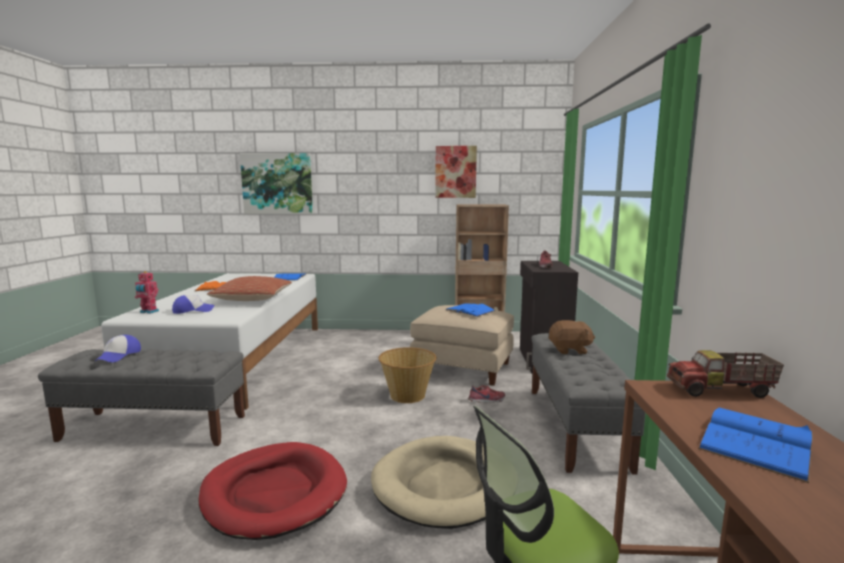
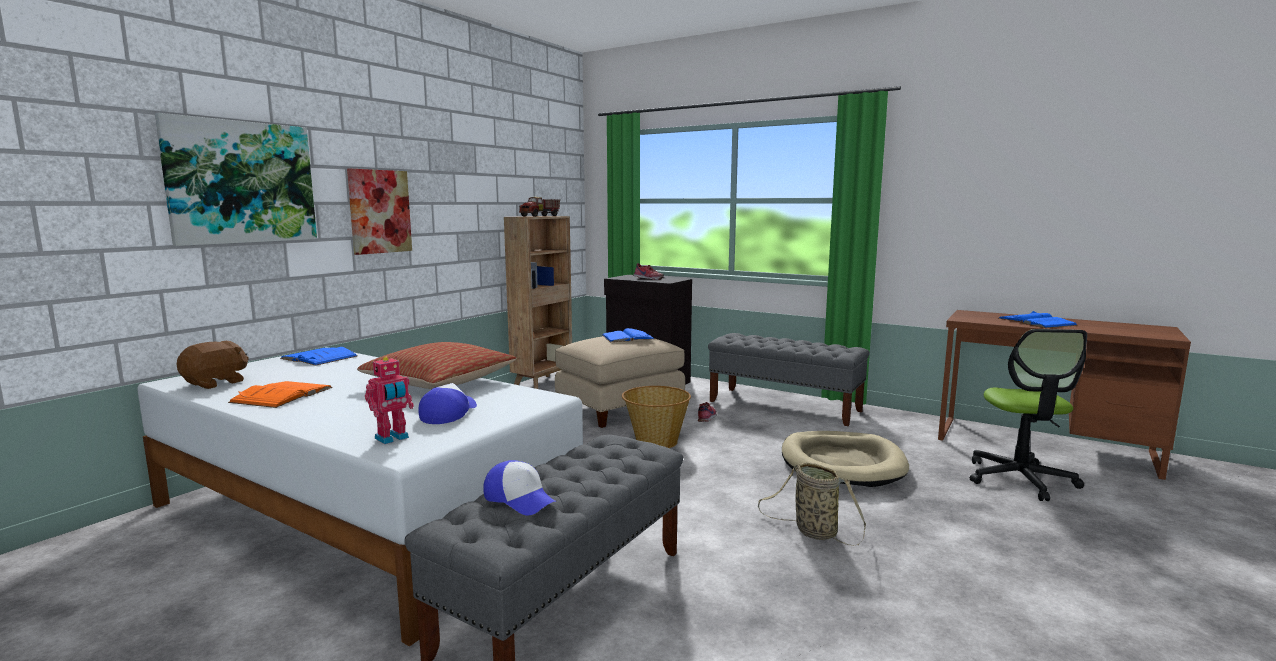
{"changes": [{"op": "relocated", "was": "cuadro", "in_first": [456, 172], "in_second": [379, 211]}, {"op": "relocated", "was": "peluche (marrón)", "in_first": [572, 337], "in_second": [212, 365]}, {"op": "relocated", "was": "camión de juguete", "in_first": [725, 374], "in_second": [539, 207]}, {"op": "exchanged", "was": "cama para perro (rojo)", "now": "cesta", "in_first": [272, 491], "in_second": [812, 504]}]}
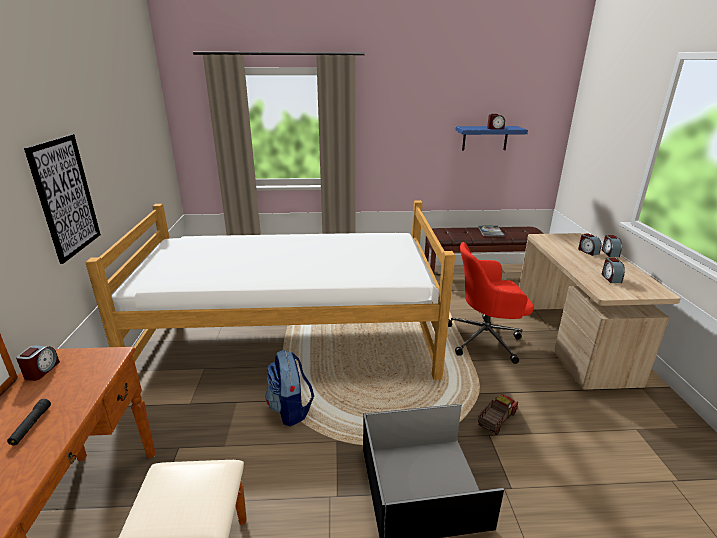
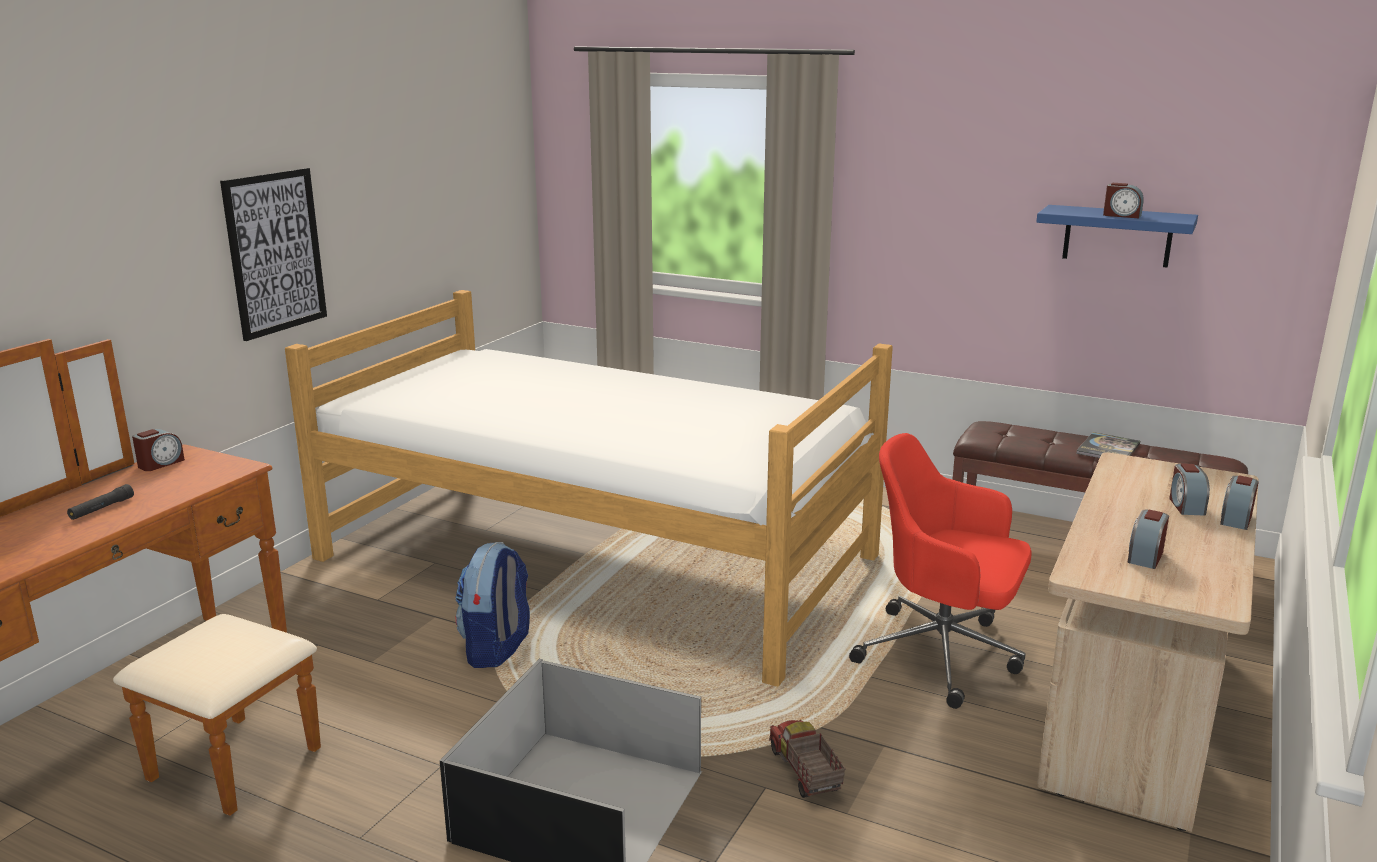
{"changes": [{"op": "spun", "was": "camión de juguete", "in_first": [498, 414], "in_second": [807, 759], "clockwise": -90}]}
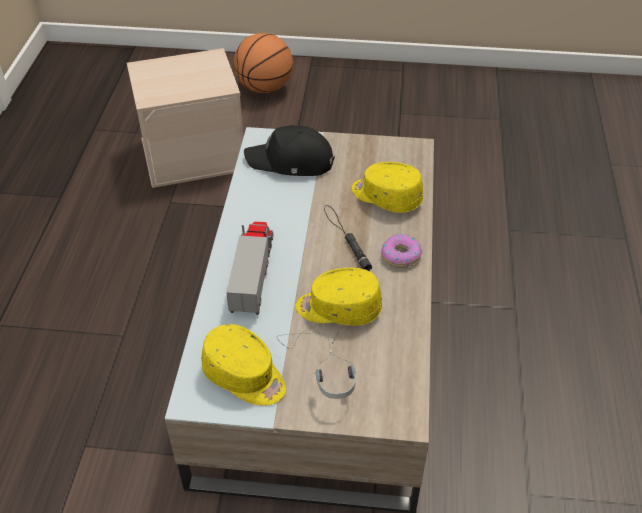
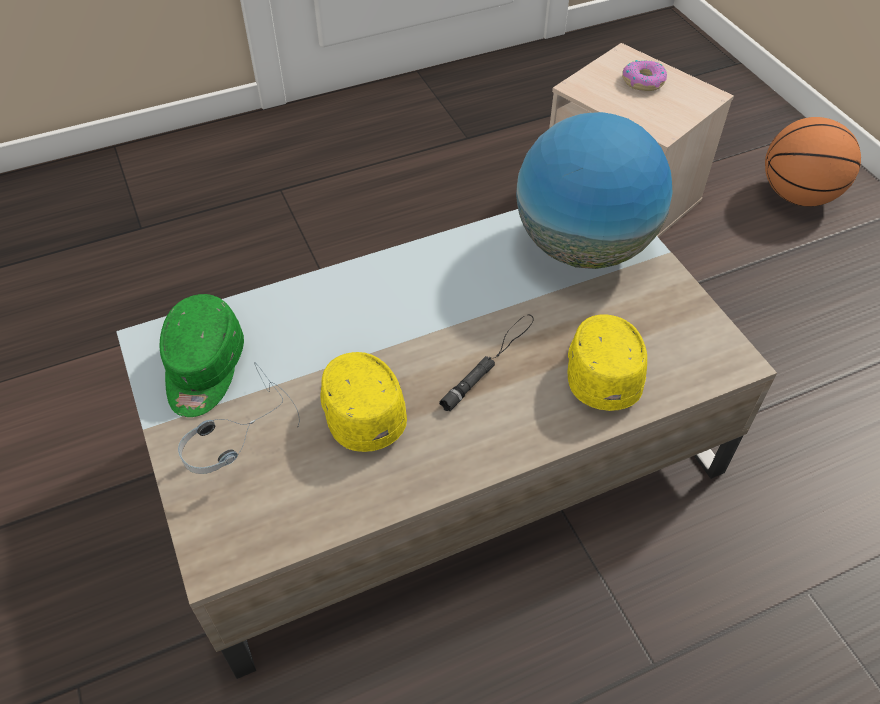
{"changes": [{"op": "exchanged", "was": "gorra (negro)", "now": "globo terráqueo", "in_first": [289, 150], "in_second": [594, 190]}, {"op": "missing", "was": "camión de juguete", "in_first": [249, 268]}, {"op": "relocated", "was": "rosquilla", "in_first": [402, 251], "in_second": [644, 75]}, {"op": "colour", "was": "gorra (amarillo)", "now": "gorra (verde)", "in_first": [243, 365], "in_second": [201, 355]}]}
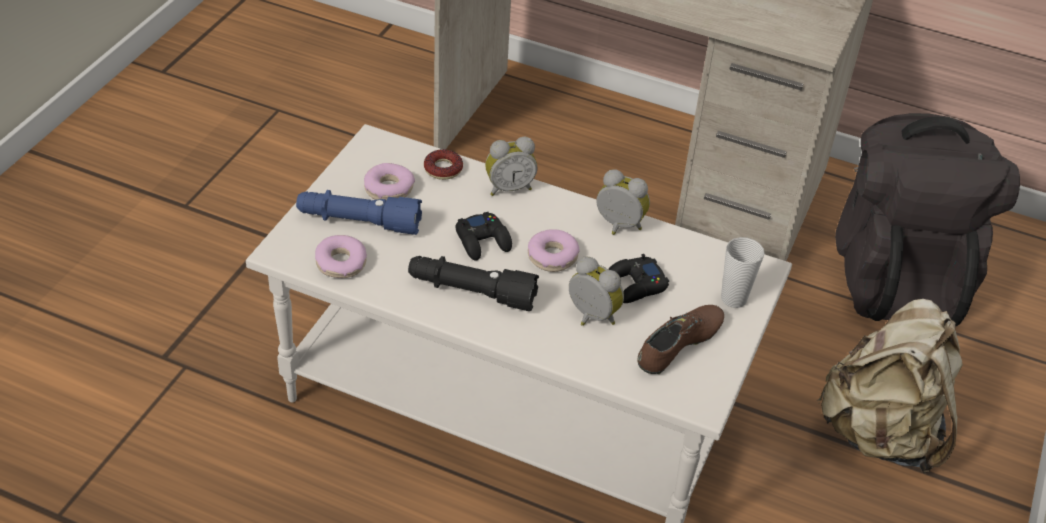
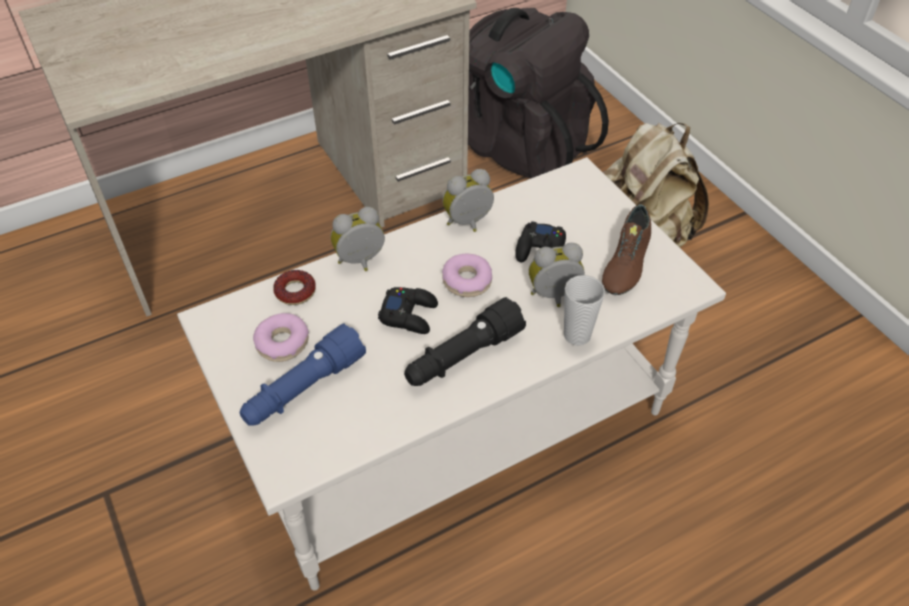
{"changes": [{"op": "spun", "was": "despertador", "in_first": [511, 166], "in_second": [358, 239], "clockwise": -135}, {"op": "missing", "was": "rosquilla", "in_first": [341, 256]}, {"op": "relocated", "was": "taza", "in_first": [743, 272], "in_second": [584, 310]}, {"op": "spun", "was": "zapato (marrón)", "in_first": [681, 339], "in_second": [626, 249], "clockwise": -150}]}
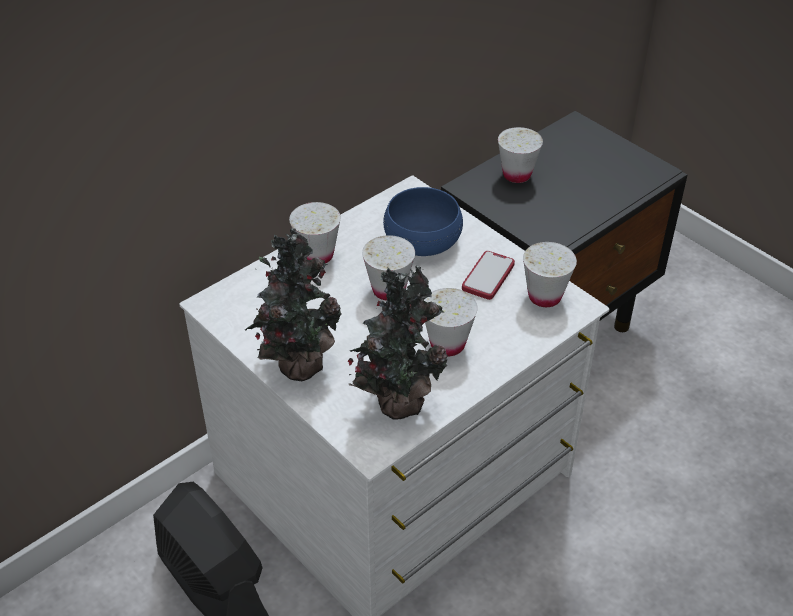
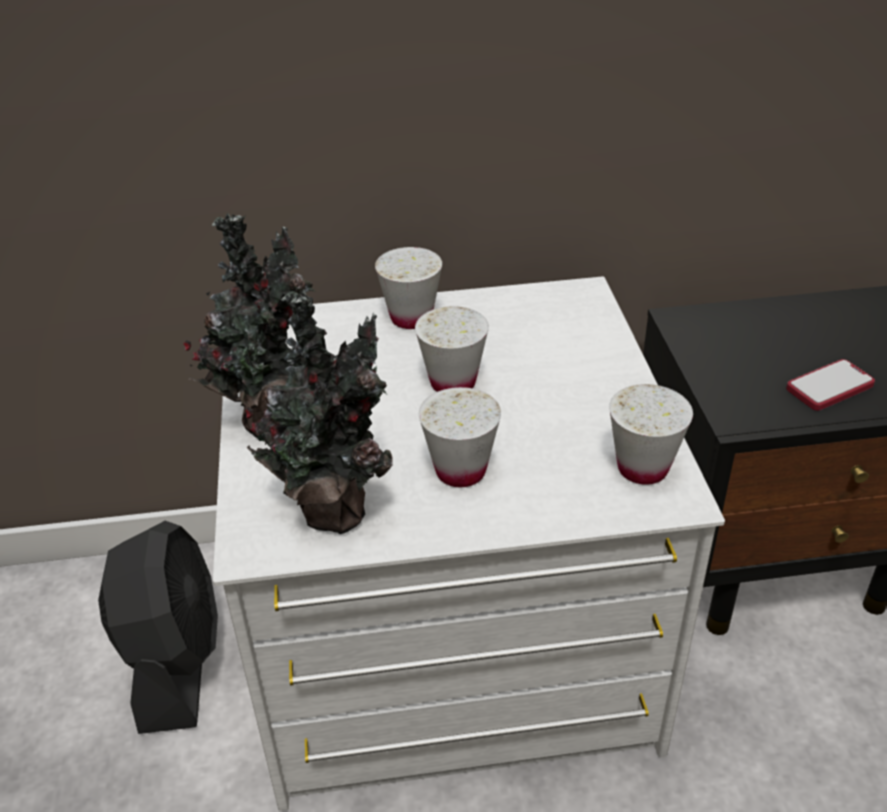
{"changes": [{"op": "missing", "was": "taza (blanco)", "in_first": [520, 155]}, {"op": "missing", "was": "cuenco (azul)", "in_first": [423, 221]}, {"op": "relocated", "was": "móvil", "in_first": [488, 275], "in_second": [830, 385]}]}
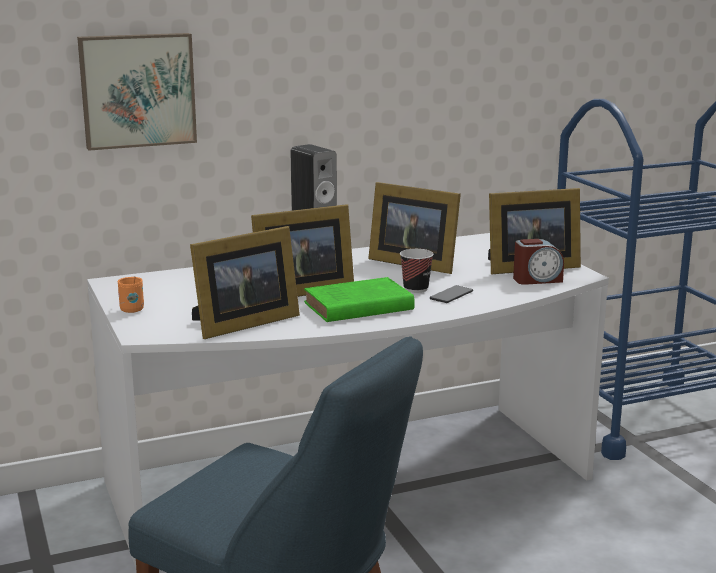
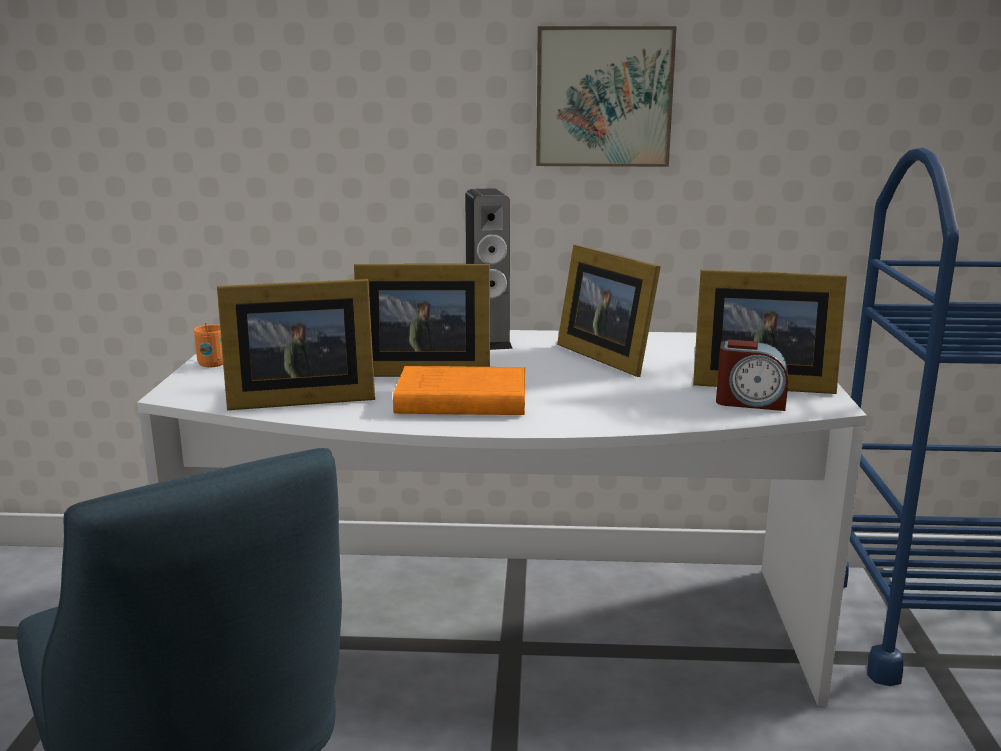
{"changes": [{"op": "relocated", "was": "cuadro", "in_first": [137, 91], "in_second": [606, 96]}, {"op": "missing", "was": "taza", "in_first": [417, 271]}, {"op": "colour", "was": "libro (verde)", "now": "libro (naranja)", "in_first": [359, 299], "in_second": [459, 390]}, {"op": "missing", "was": "móvil", "in_first": [451, 294]}]}
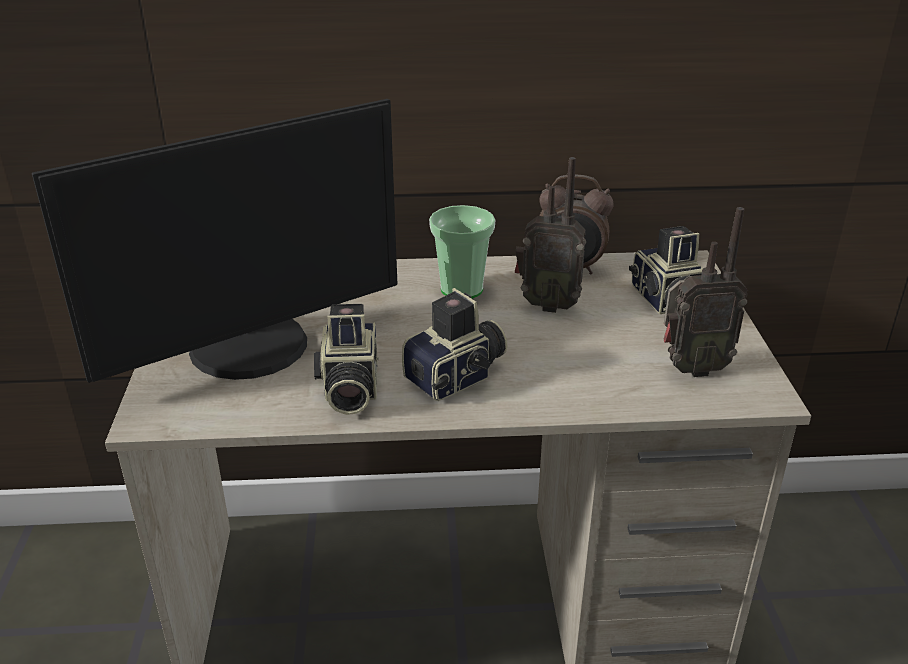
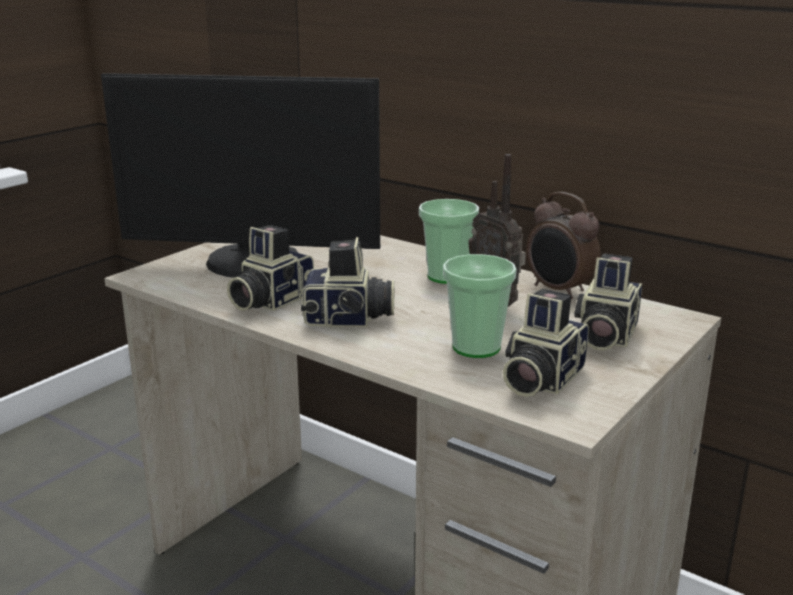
{"changes": [{"op": "exchanged", "was": "radio", "now": "cámara", "in_first": [706, 292], "in_second": [546, 343]}, {"op": "appeared", "now": "taza", "in_second": [480, 306]}]}
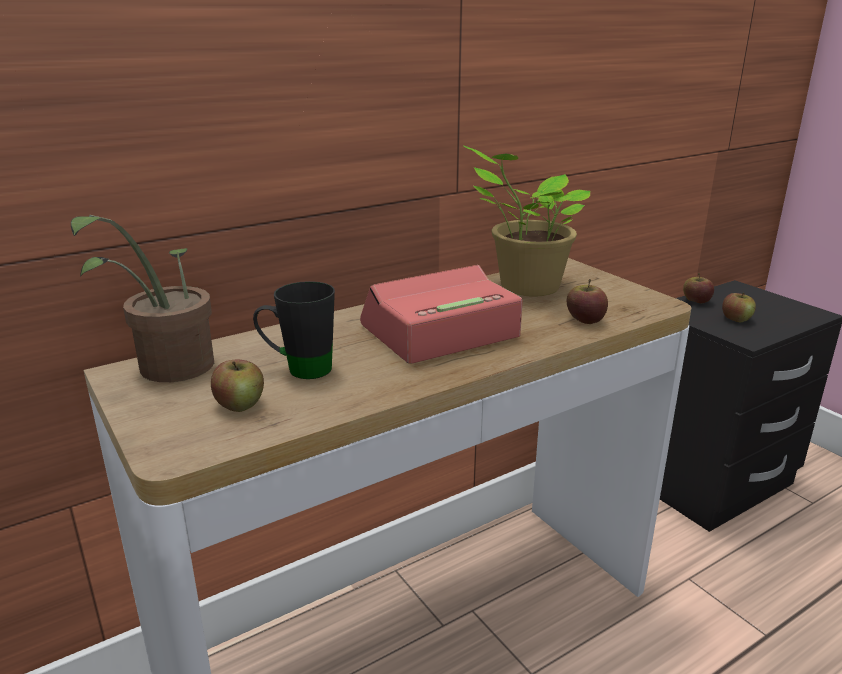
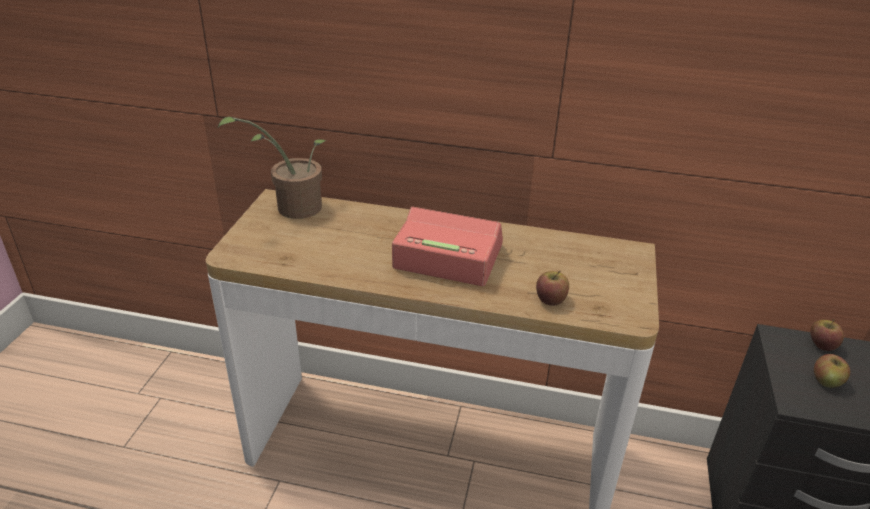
{"changes": [{"op": "missing", "was": "planta en maceta", "in_first": [527, 221]}, {"op": "missing", "was": "taza grande (negro)", "in_first": [294, 330]}, {"op": "missing", "was": "manzana", "in_first": [237, 386]}]}
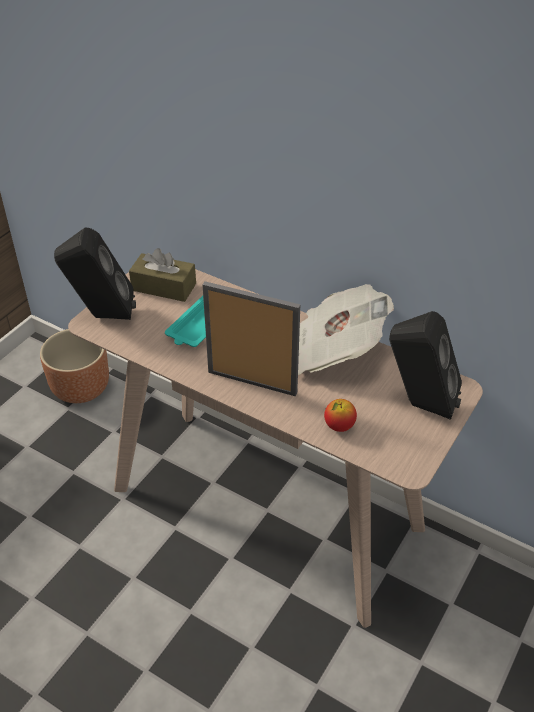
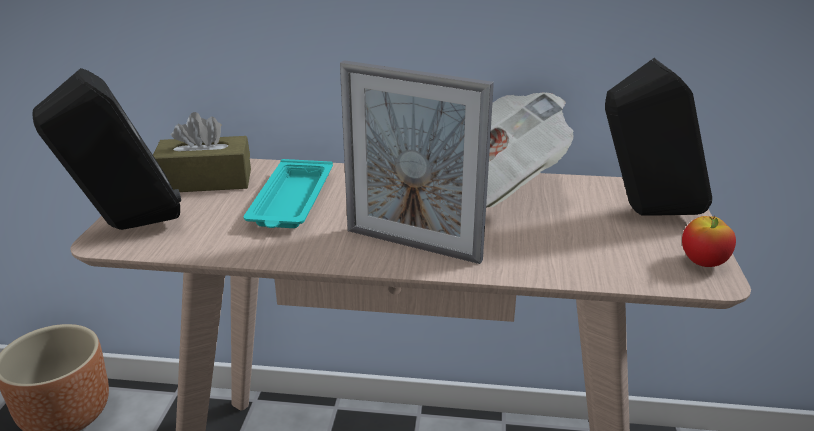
{"changes": [{"op": "spun", "was": "portarretratos", "in_first": [251, 339], "in_second": [417, 162], "clockwise": -150}, {"op": "relocated", "was": "manzana", "in_first": [340, 415], "in_second": [709, 241]}]}
